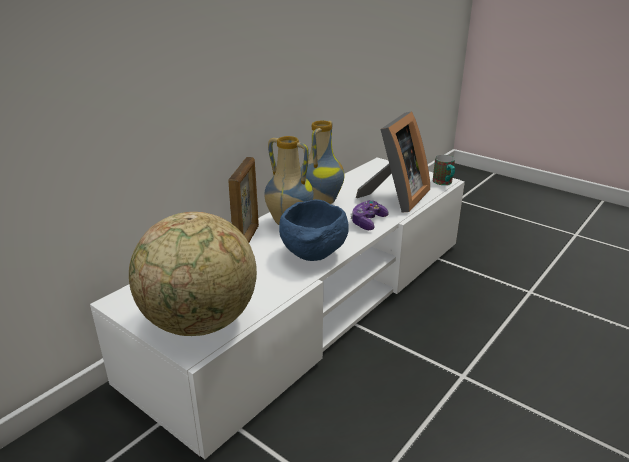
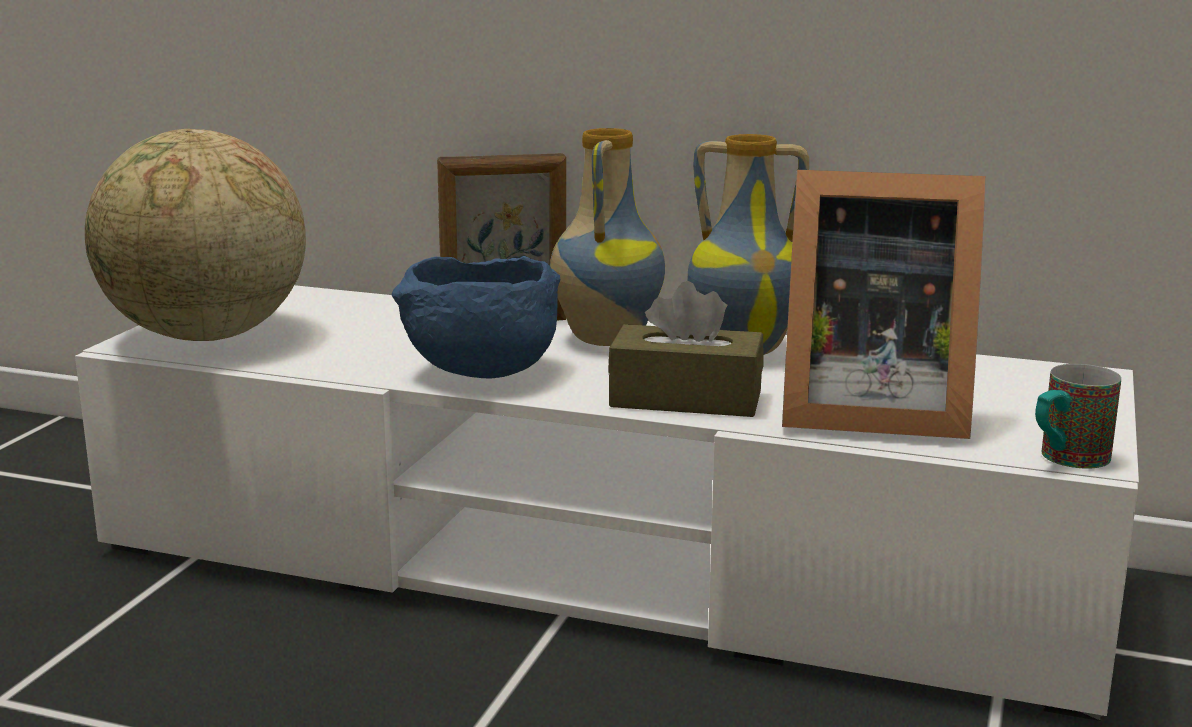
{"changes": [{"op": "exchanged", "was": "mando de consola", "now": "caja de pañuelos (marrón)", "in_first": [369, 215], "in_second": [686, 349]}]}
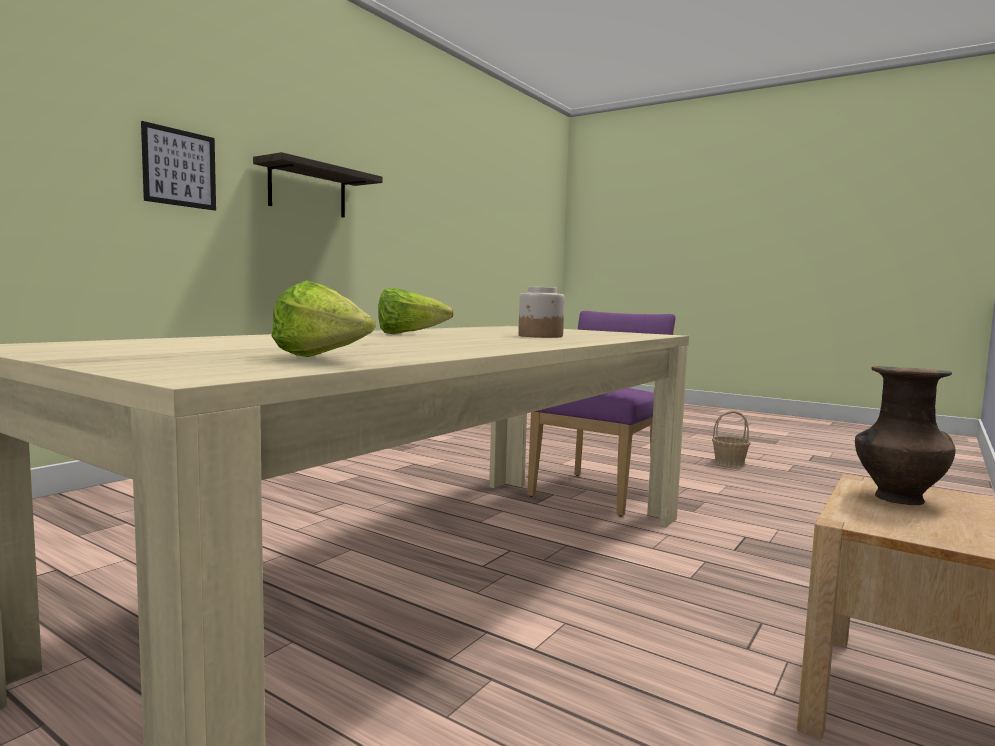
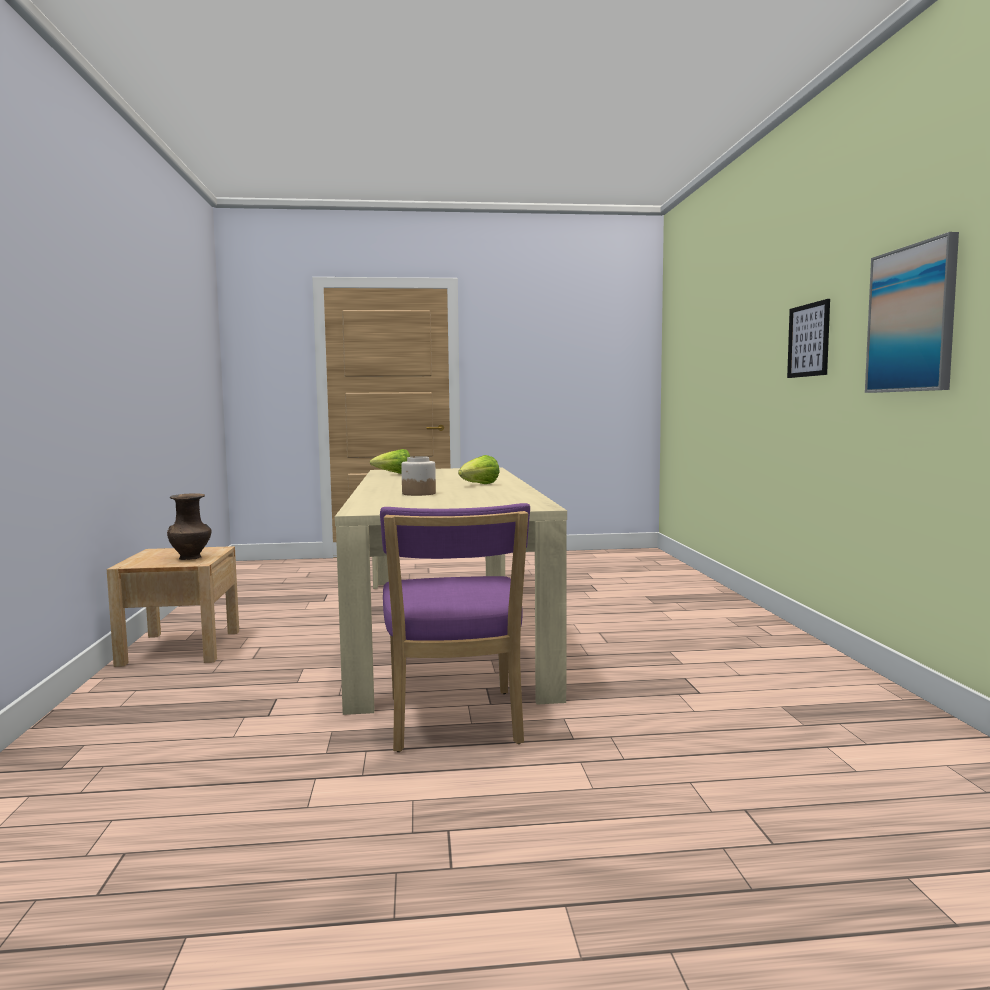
{"changes": [{"op": "exchanged", "was": "estante", "now": "cuadro", "in_first": [318, 185], "in_second": [912, 312]}, {"op": "missing", "was": "cesta", "in_first": [731, 439]}]}
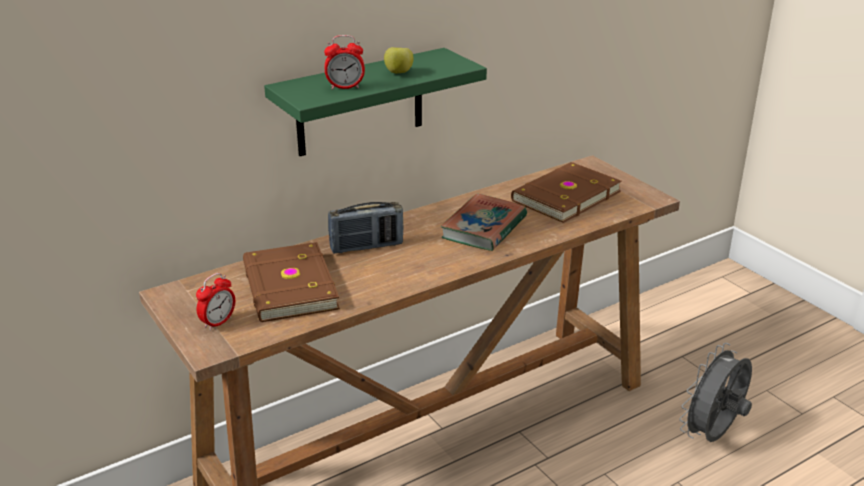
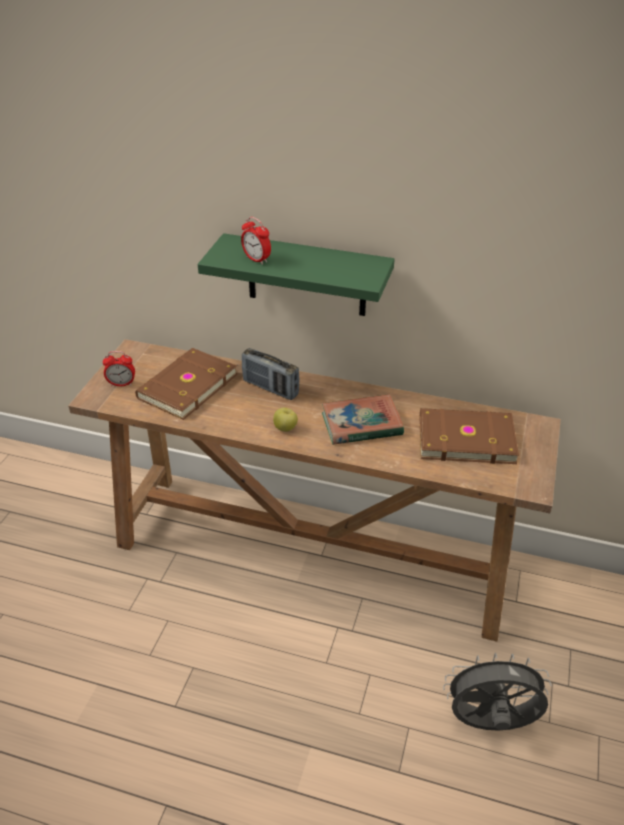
{"changes": [{"op": "relocated", "was": "manzana", "in_first": [399, 60], "in_second": [285, 419]}]}
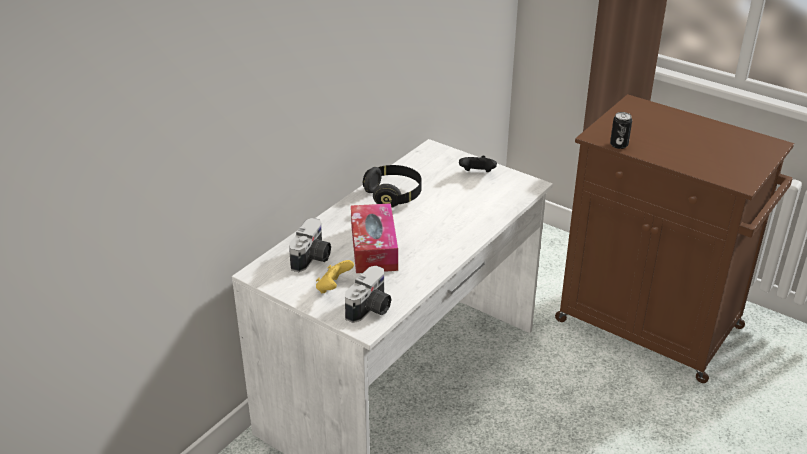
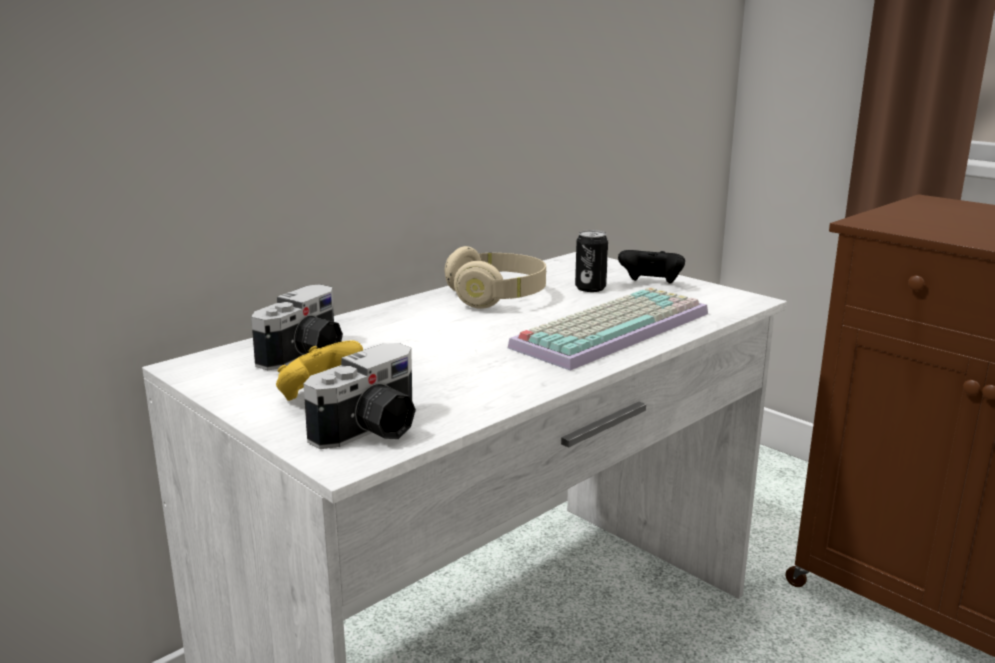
{"changes": [{"op": "relocated", "was": "lata", "in_first": [621, 130], "in_second": [591, 261]}, {"op": "colour", "was": "auriculares (negro)", "now": "auriculares (beis)", "in_first": [392, 186], "in_second": [495, 277]}, {"op": "missing", "was": "caja de pañuelos", "in_first": [374, 238]}, {"op": "appeared", "now": "teclado", "in_second": [608, 329]}]}
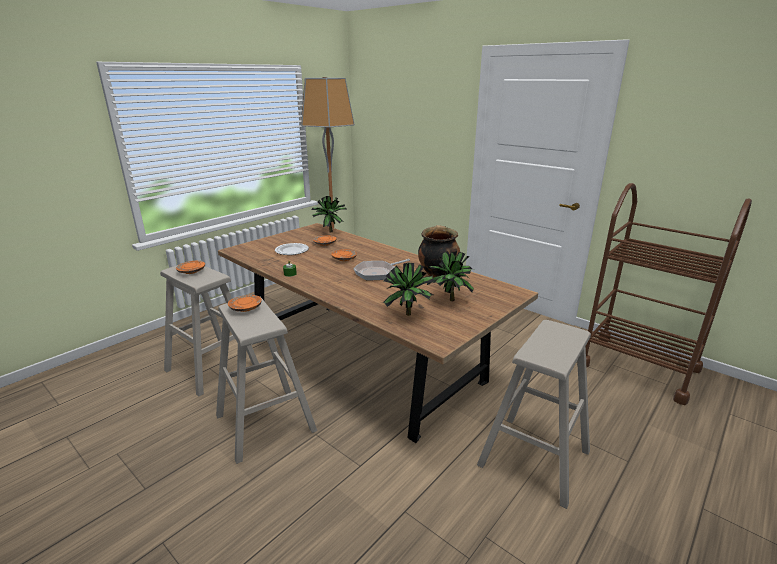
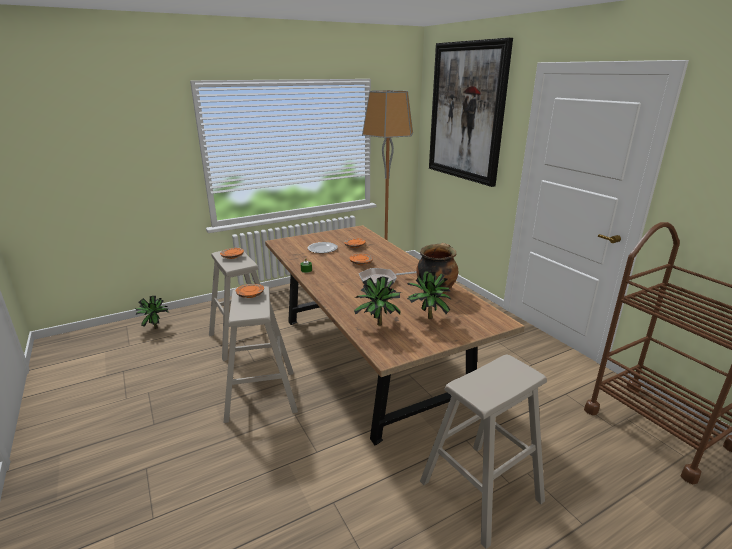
{"changes": [{"op": "relocated", "was": "planta en maceta", "in_first": [329, 214], "in_second": [152, 312]}, {"op": "appeared", "now": "cuadro", "in_second": [471, 112]}]}
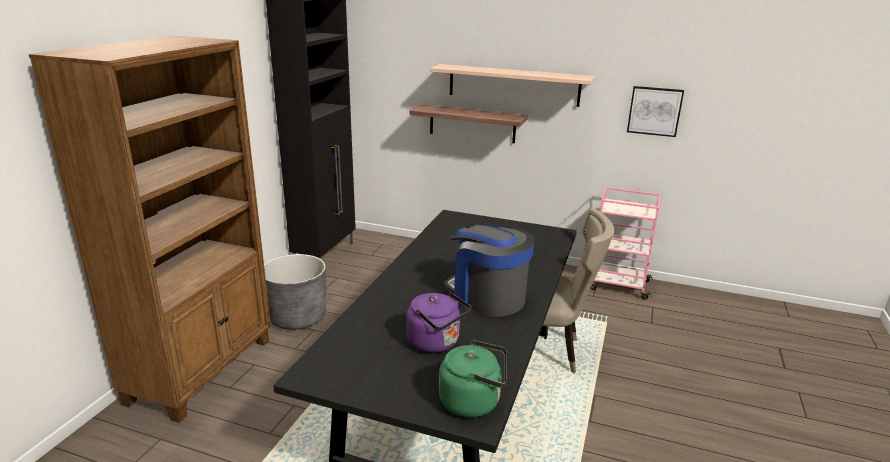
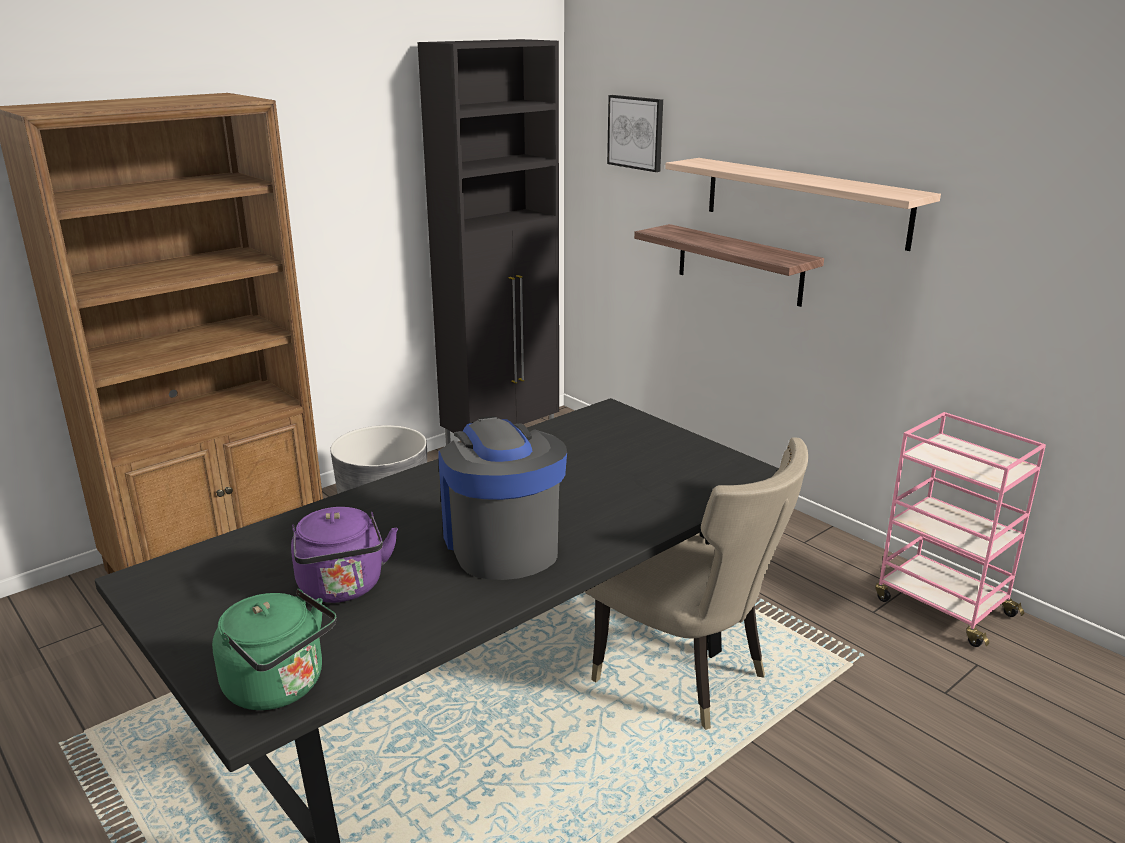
{"changes": [{"op": "relocated", "was": "cuadro", "in_first": [655, 111], "in_second": [635, 133]}]}
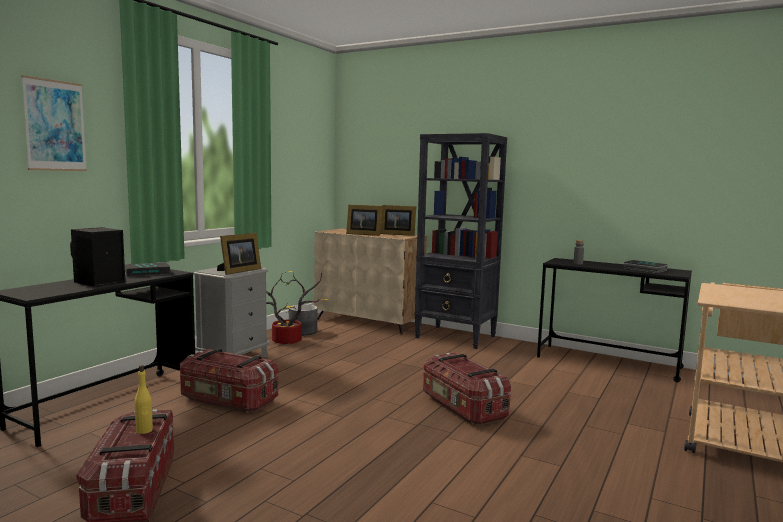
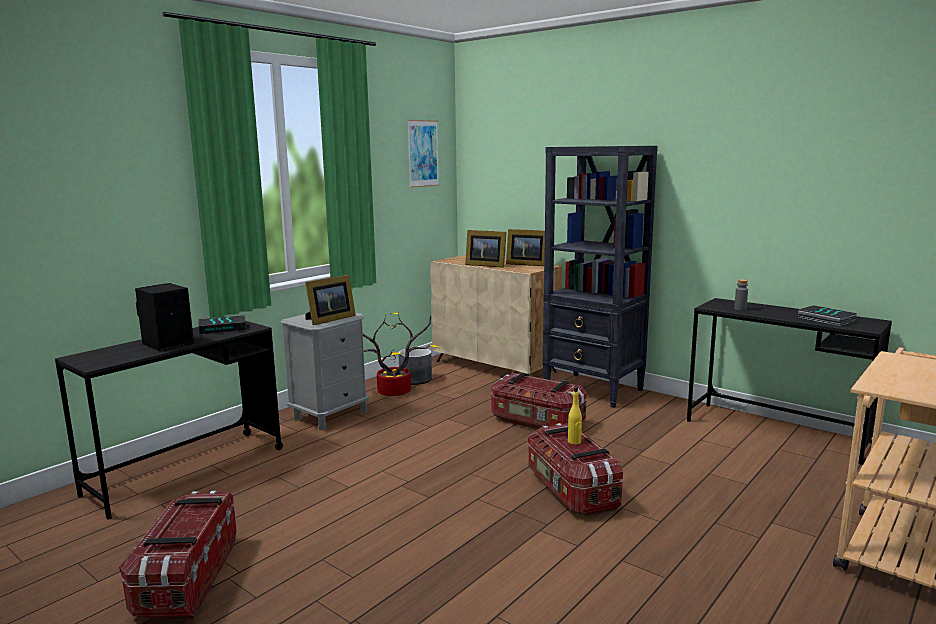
{"changes": [{"op": "relocated", "was": "cuadro", "in_first": [54, 123], "in_second": [423, 154]}, {"op": "relocated", "was": "caja de almacenaje", "in_first": [229, 381], "in_second": [539, 401]}, {"op": "relocated", "was": "botella (amarillo)", "in_first": [144, 399], "in_second": [575, 415]}]}
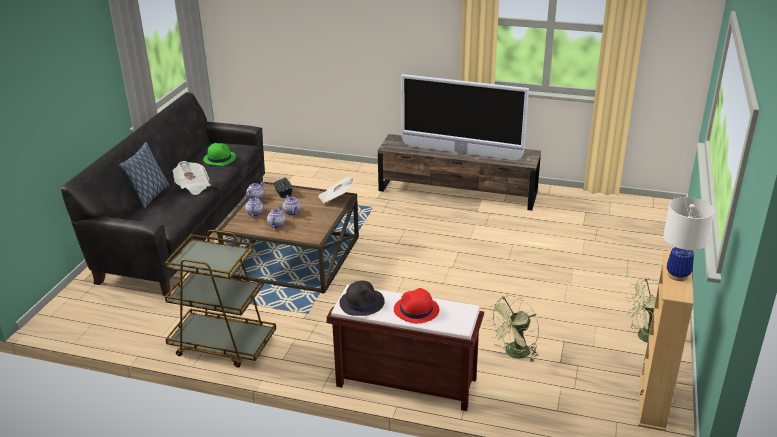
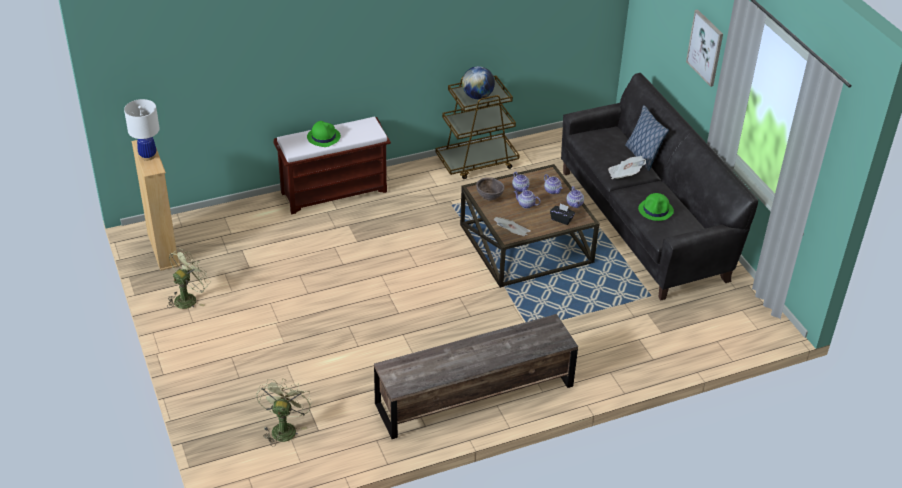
{"changes": [{"op": "missing", "was": "televisor", "in_first": [465, 117]}, {"op": "missing", "was": "sombrero (negro)", "in_first": [362, 298]}, {"op": "colour", "was": "sombrero (rojo)", "now": "sombrero (verde)", "in_first": [416, 305], "in_second": [324, 134]}, {"op": "relocated", "was": "ventilador (verde)", "in_first": [513, 329], "in_second": [284, 412]}, {"op": "appeared", "now": "cuadro", "in_second": [704, 48]}, {"op": "appeared", "now": "globo terráqueo", "in_second": [478, 82]}, {"op": "appeared", "now": "cuenco (marrón)", "in_second": [490, 189]}]}
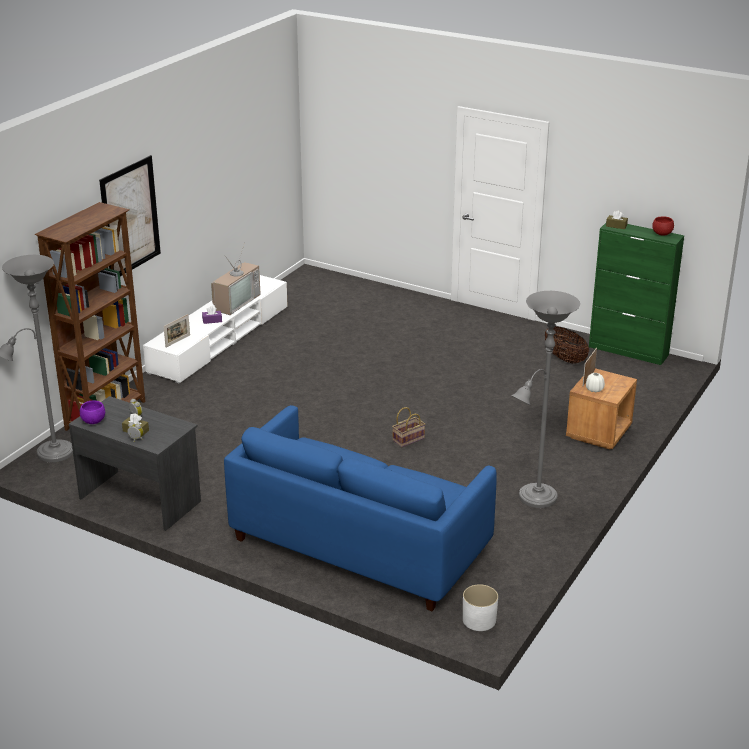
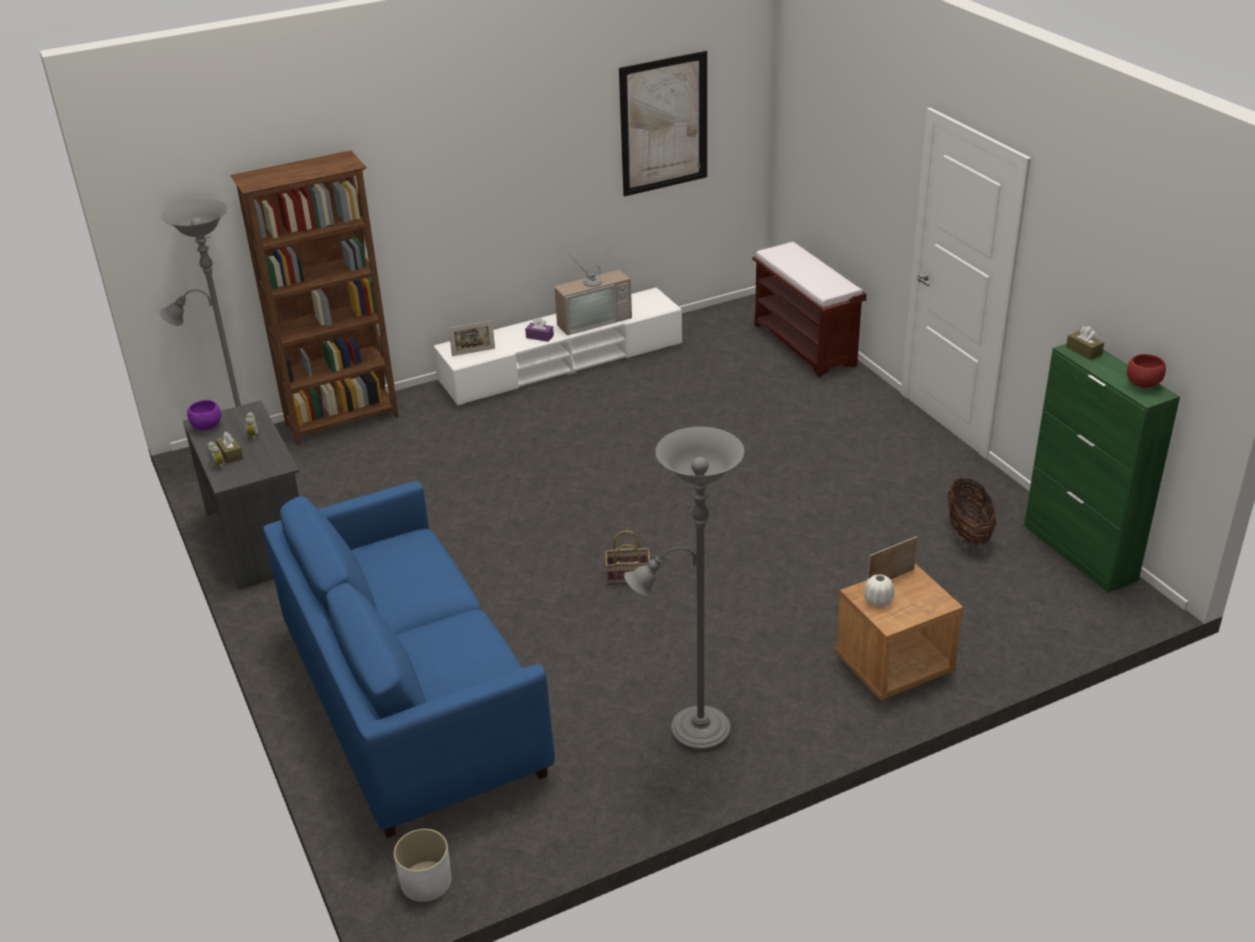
{"changes": [{"op": "relocated", "was": "cuadro", "in_first": [130, 215], "in_second": [663, 124]}, {"op": "appeared", "now": "banco (marrón)", "in_second": [809, 309]}]}
